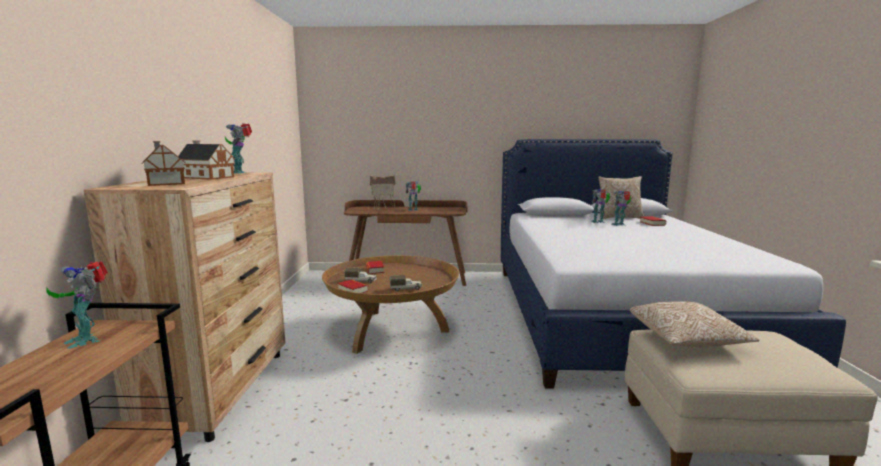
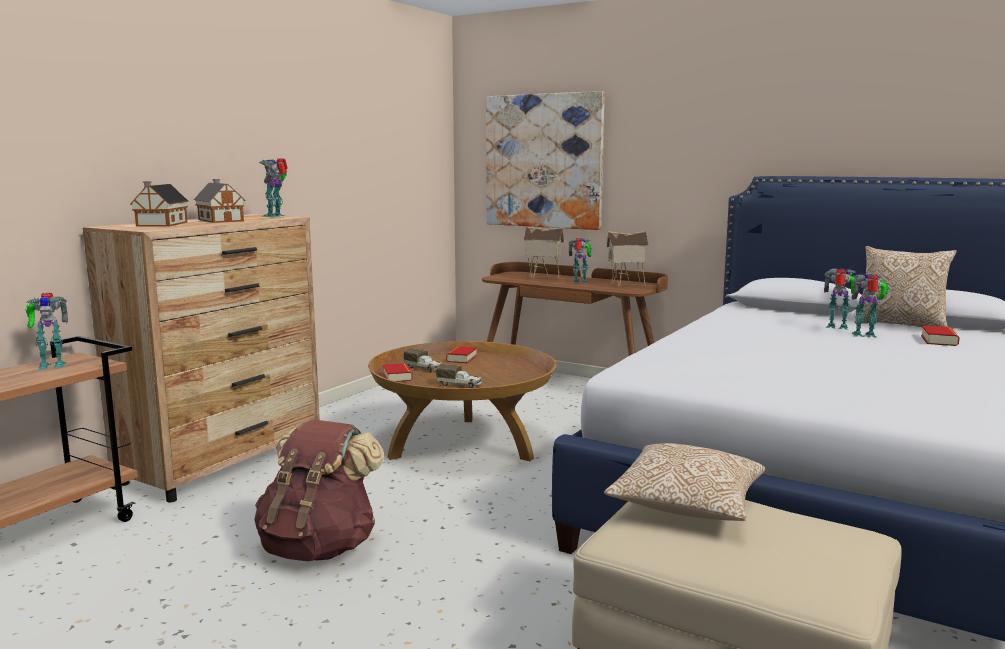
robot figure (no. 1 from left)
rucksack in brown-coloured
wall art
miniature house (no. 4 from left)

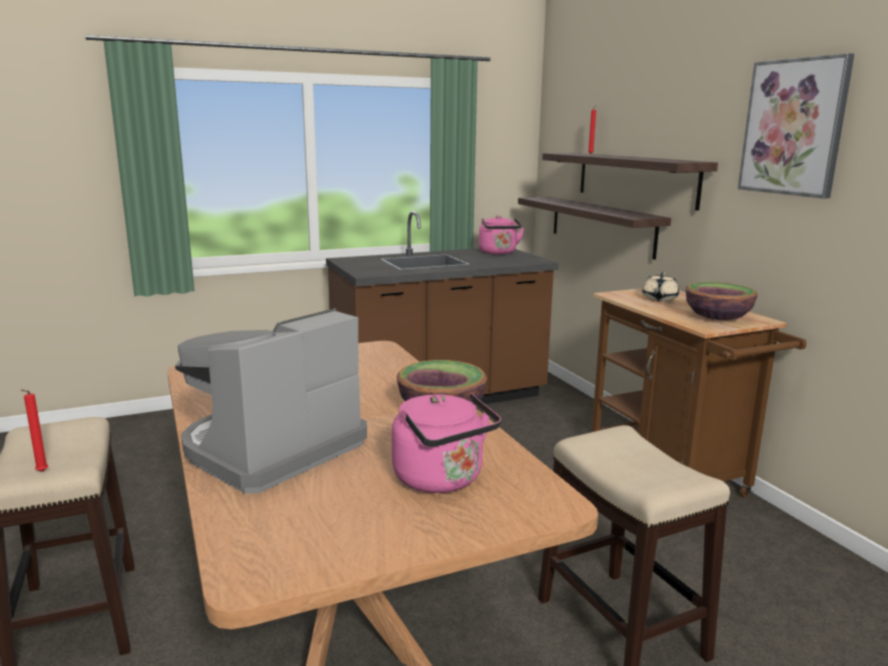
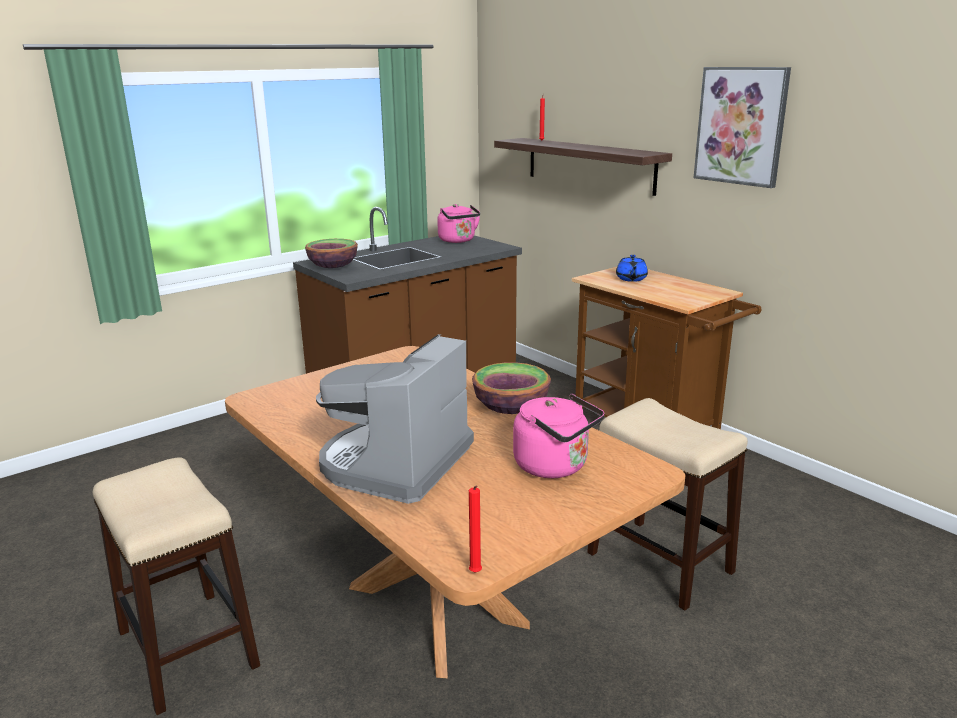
serving bowl (no. 1 from left)
wax candle in reddish (no. 1 from left)
teapot in blue
wall shelf (no. 1 from left in the first image)

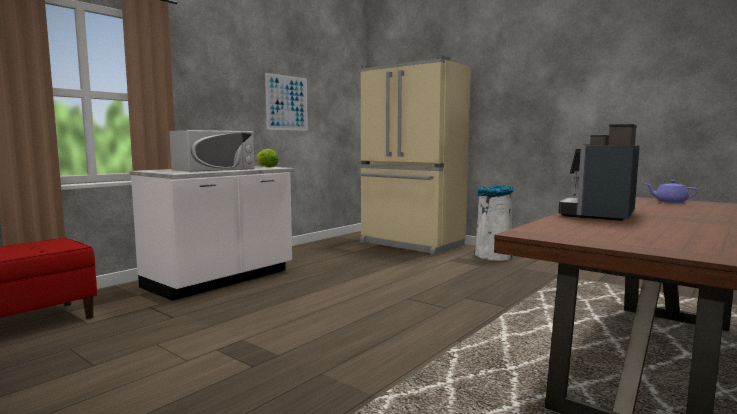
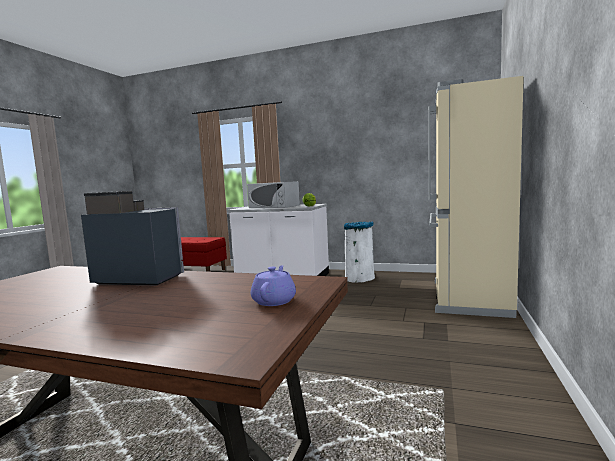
trash can in white-coloured
wall art

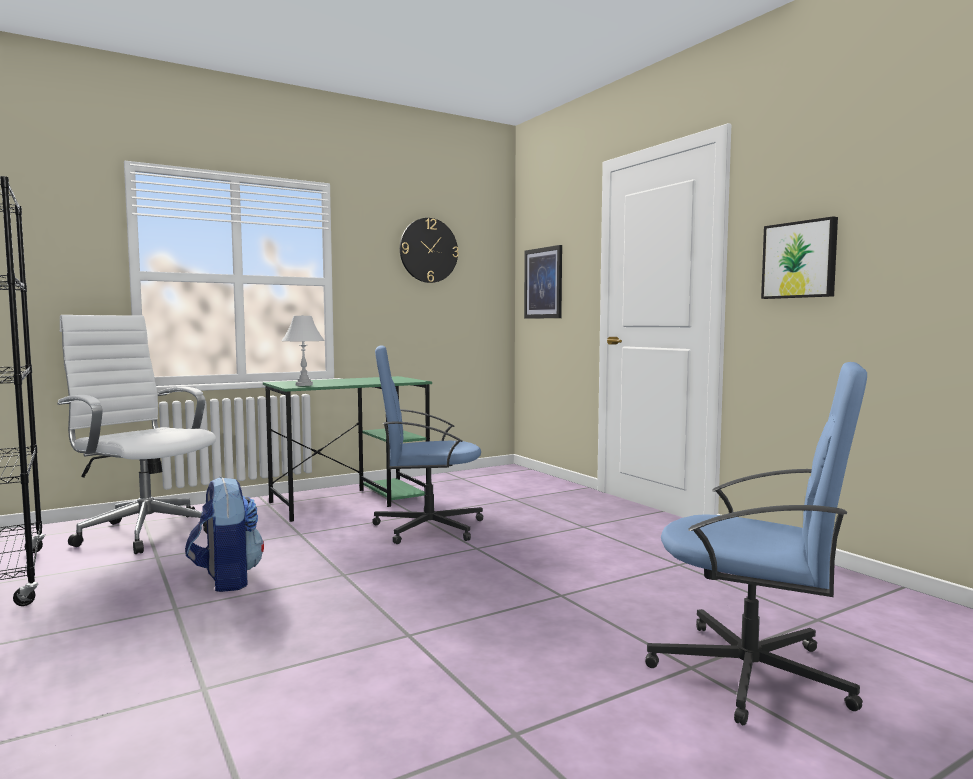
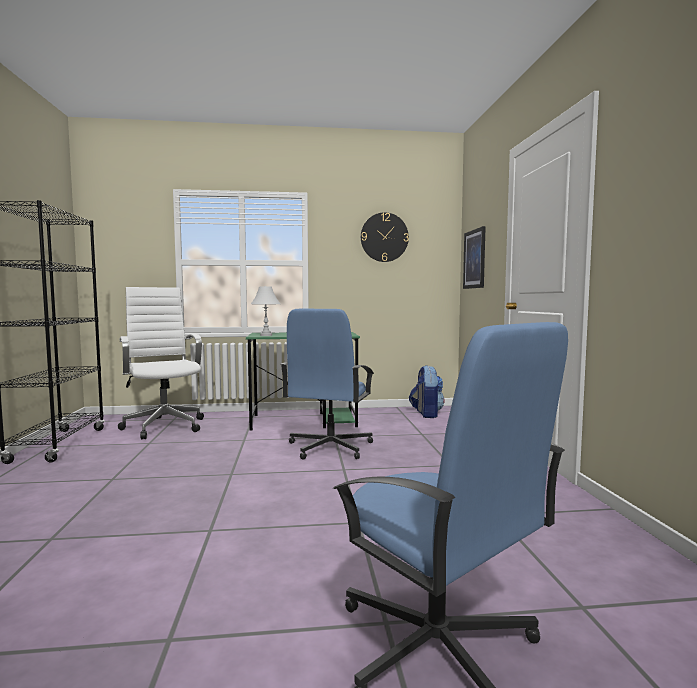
computer chair in blue (no. 1 from left)
rucksack
wall art (no. 2 from left in the first image)

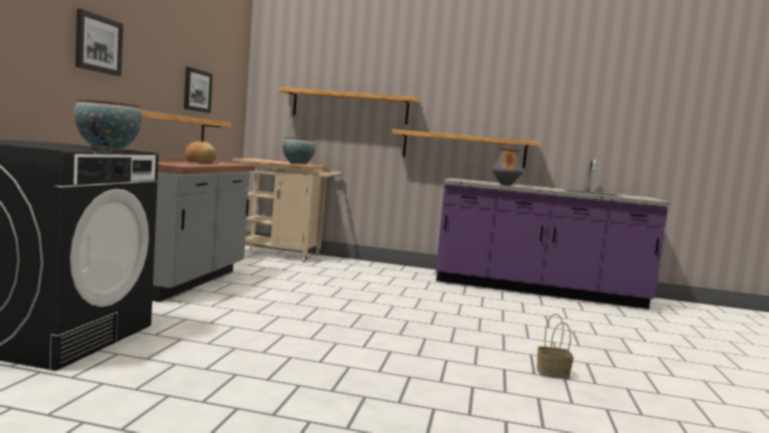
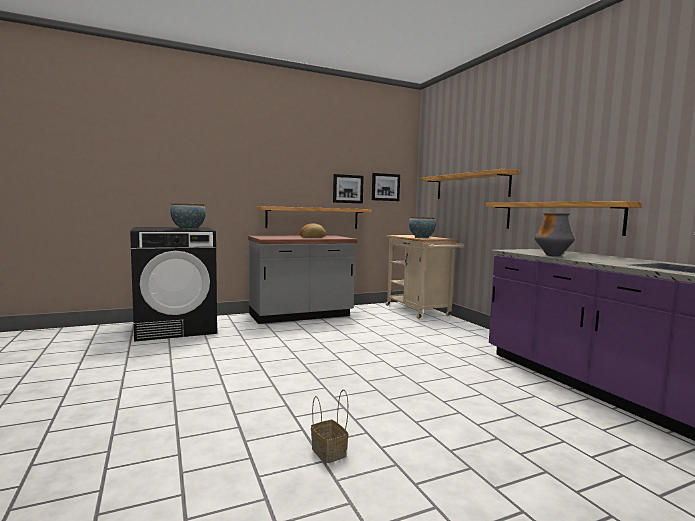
wall art (no. 2 from left)

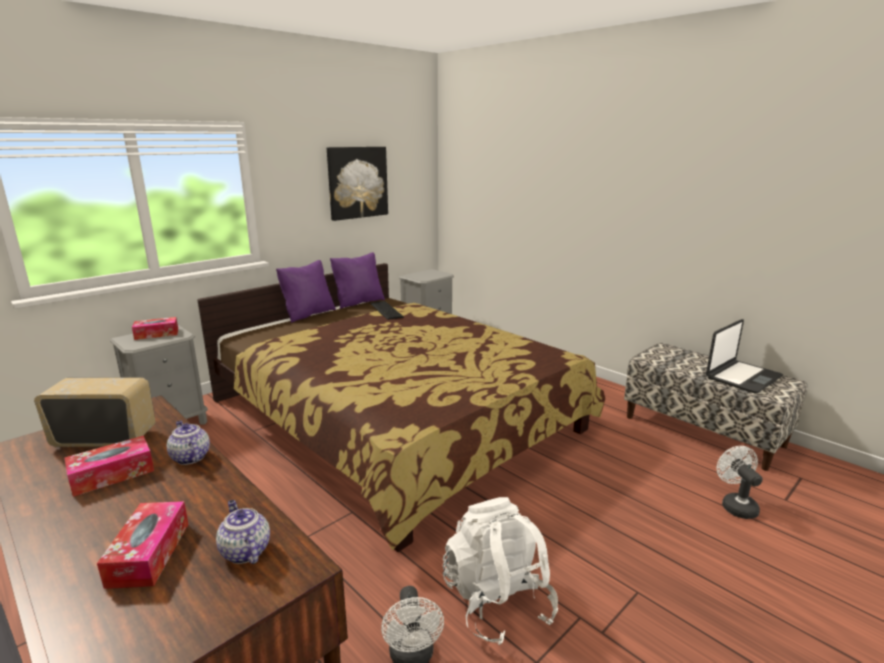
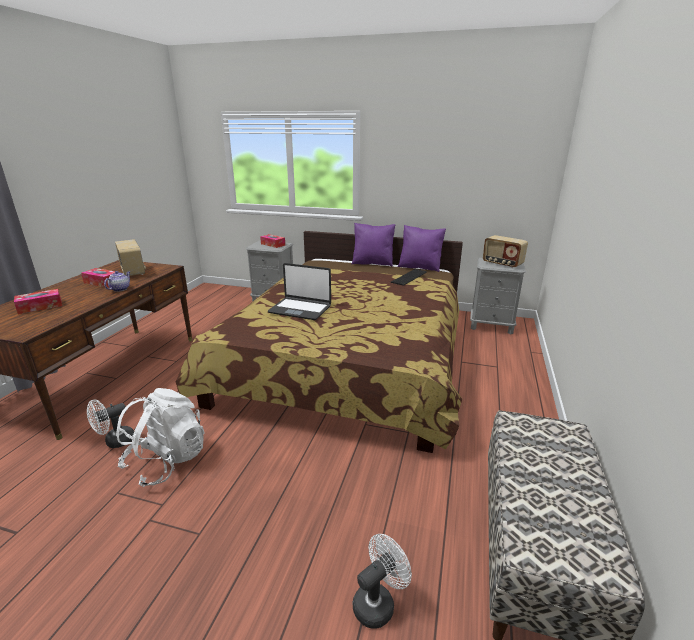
laptop
radio (no. 2 from left)
teapot (no. 2 from left in the first image)
wall art

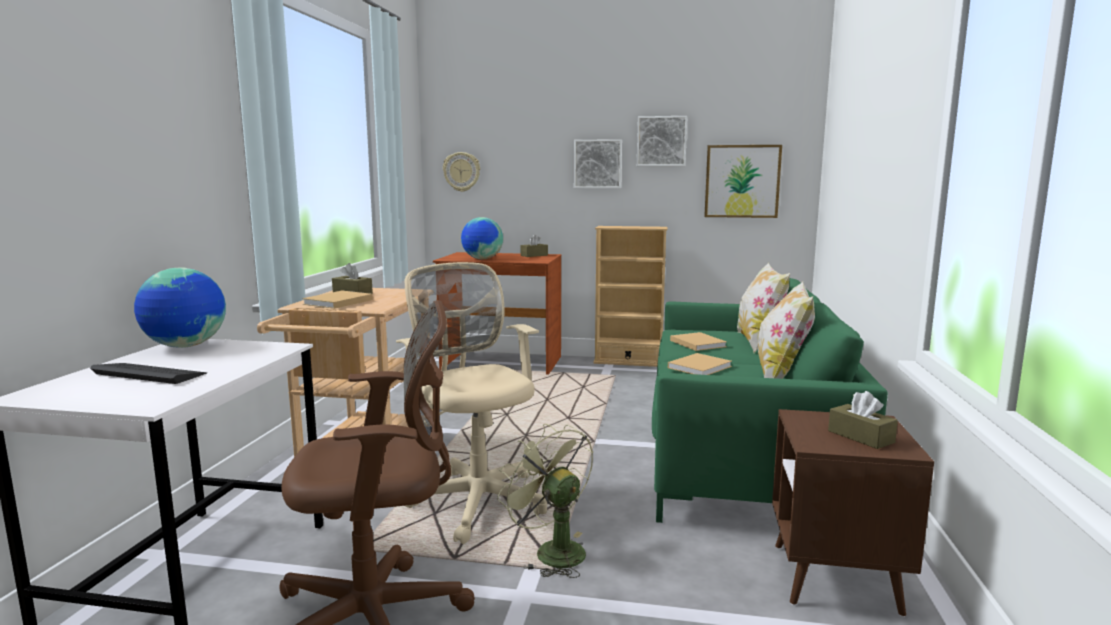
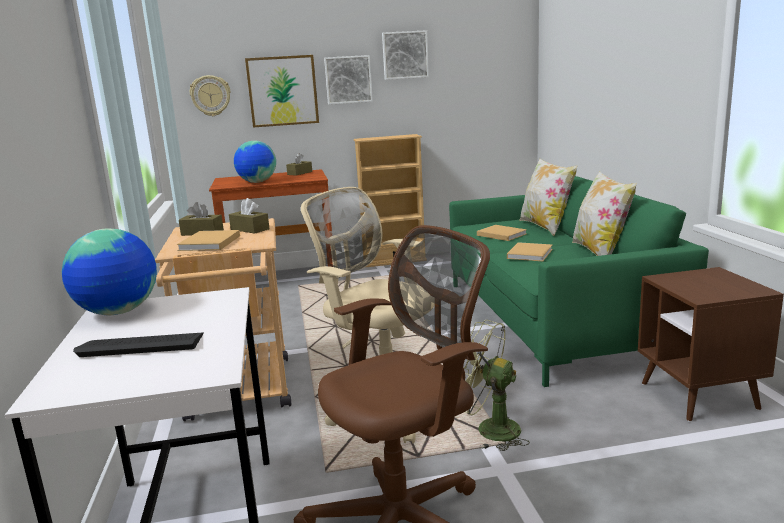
tissue box in brown-coloured (no. 2 from left)
wall art (no. 1 from left)

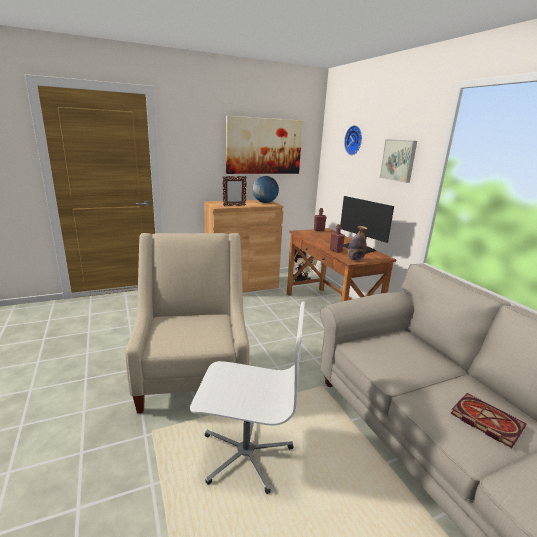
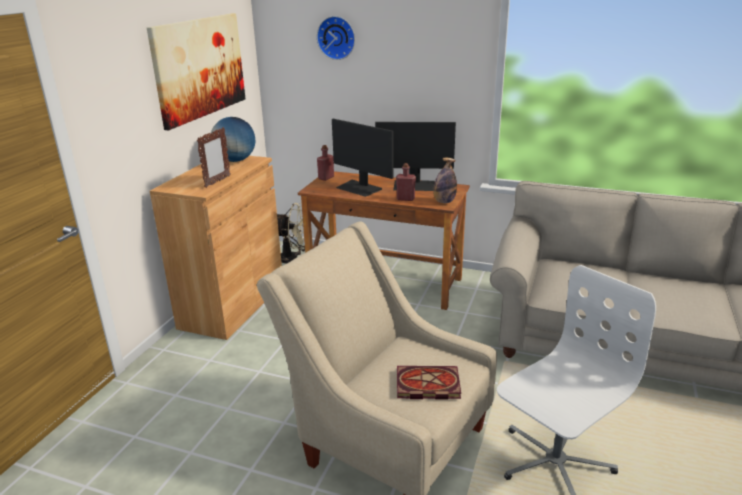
monitor (no. 1 from left)
book
wall art (no. 2 from left in the first image)

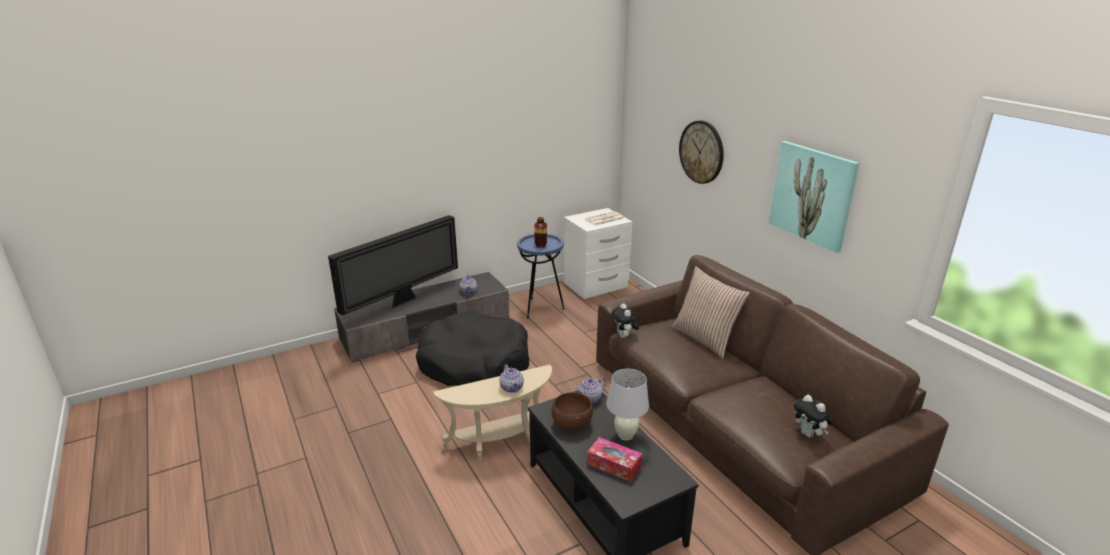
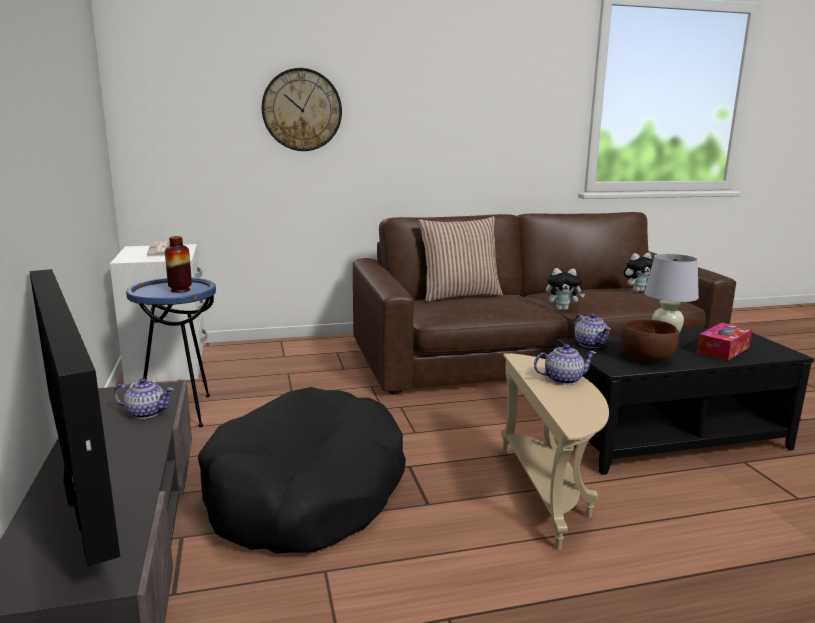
plush toy (no. 1 from left)
wall art

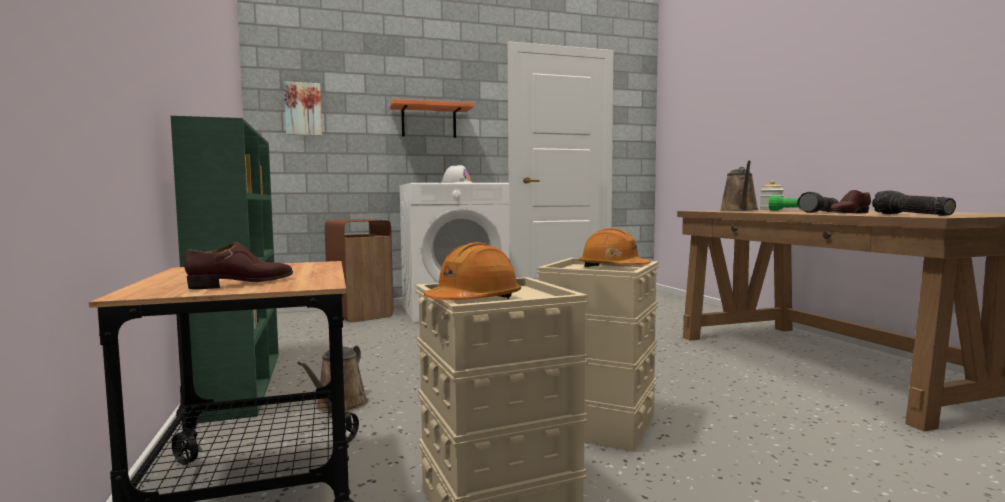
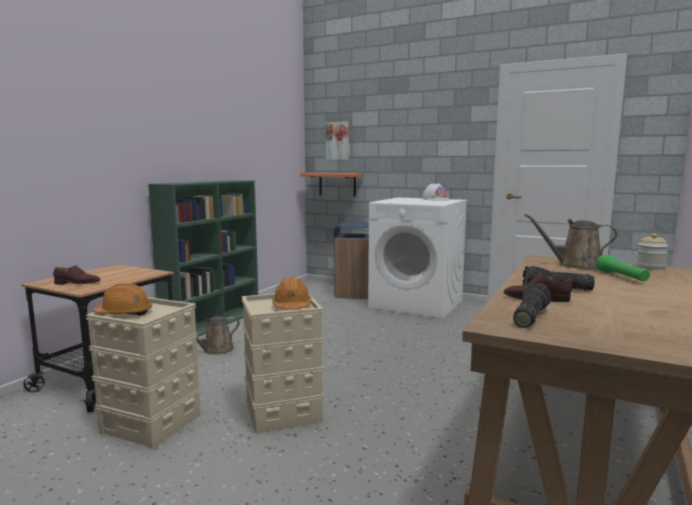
wall shelf in orangey
trash can in blue
watering can in brown-coloured (no. 2 from left)

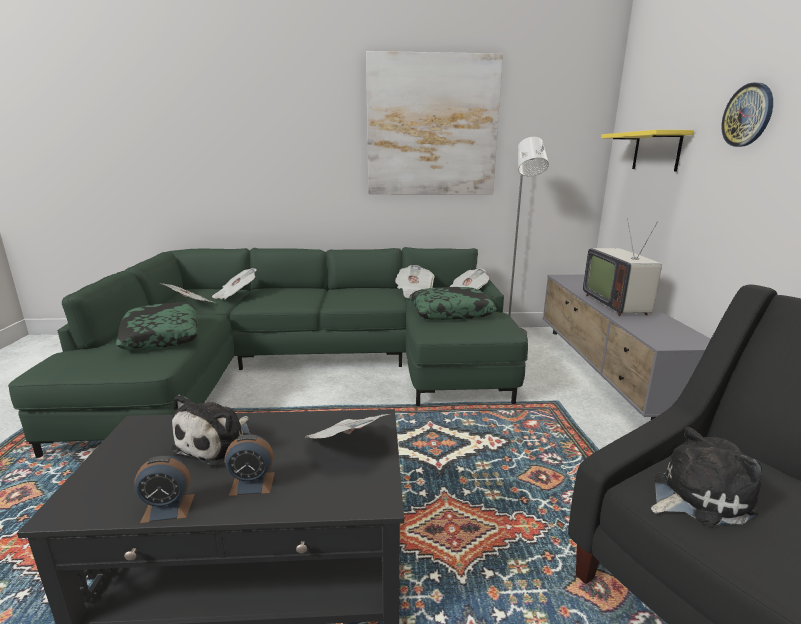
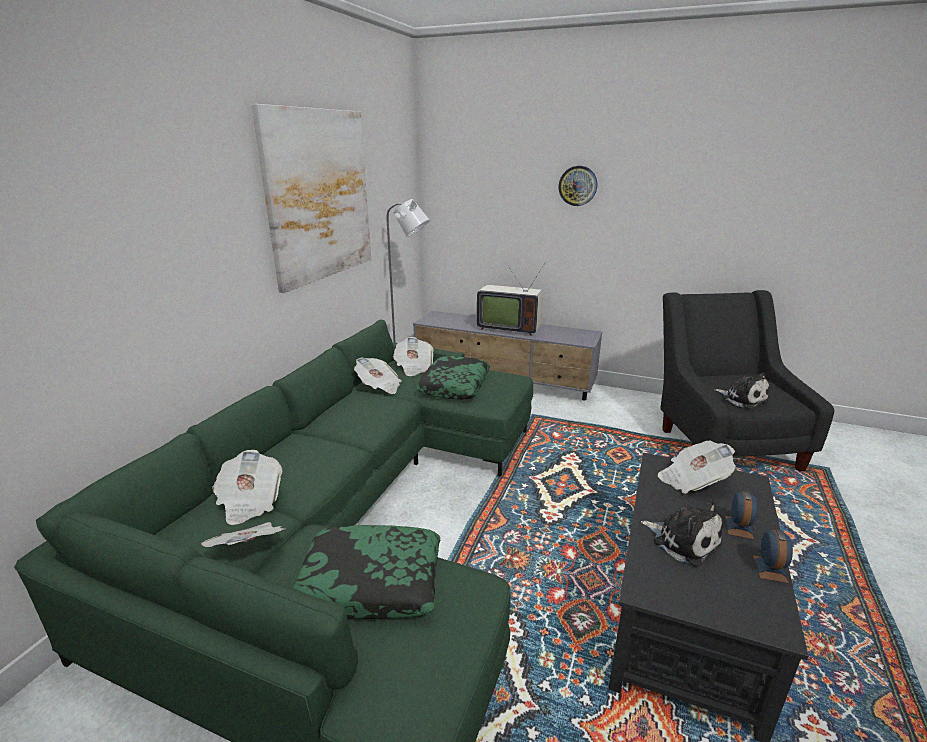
plush toy (no. 2 from left)
wall shelf in yellow

